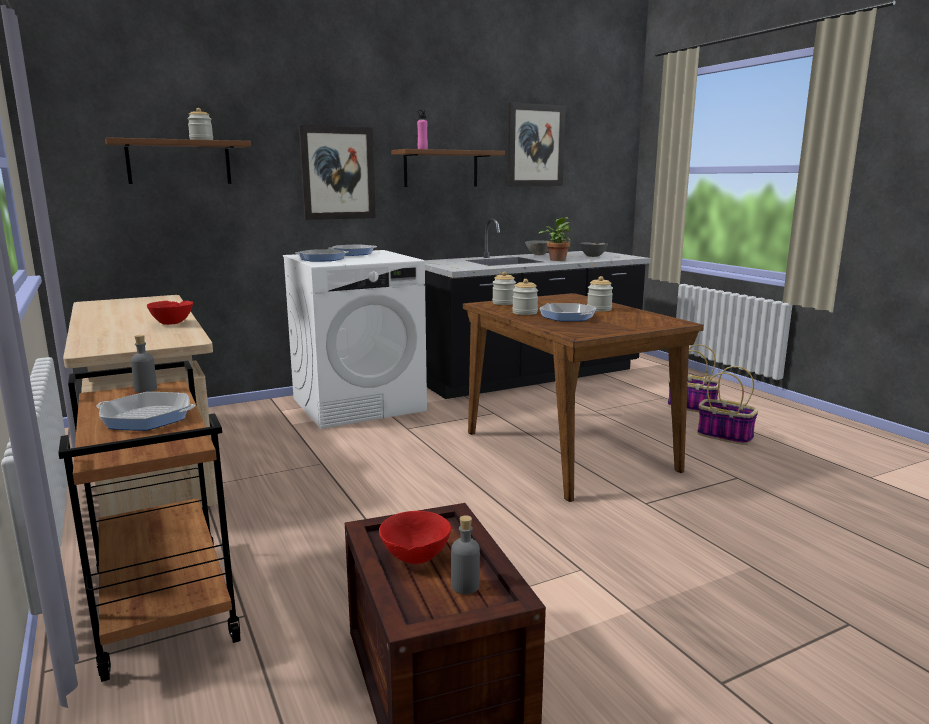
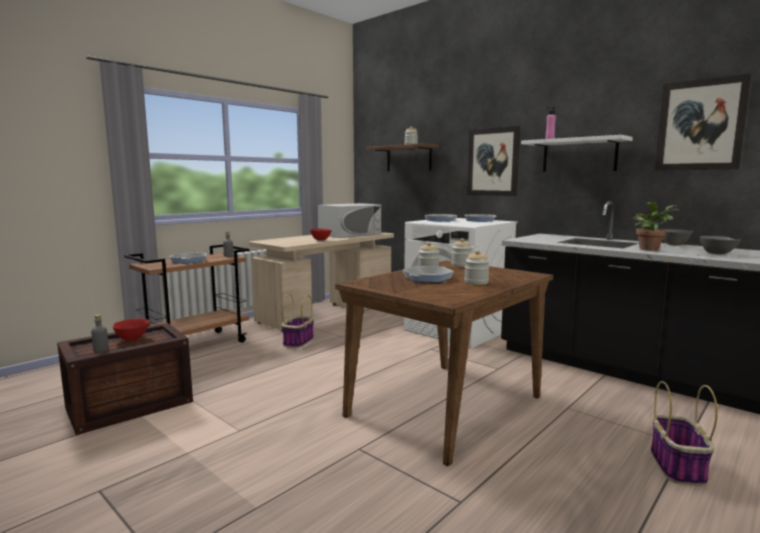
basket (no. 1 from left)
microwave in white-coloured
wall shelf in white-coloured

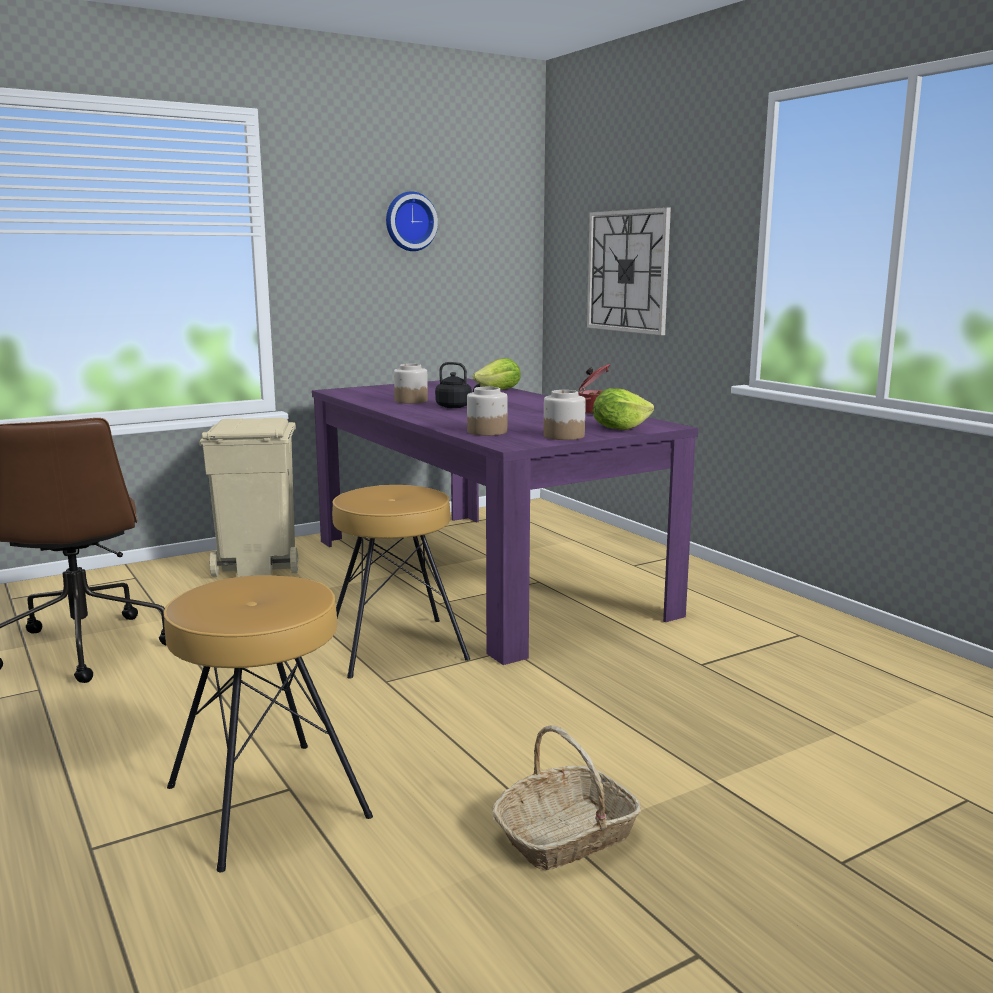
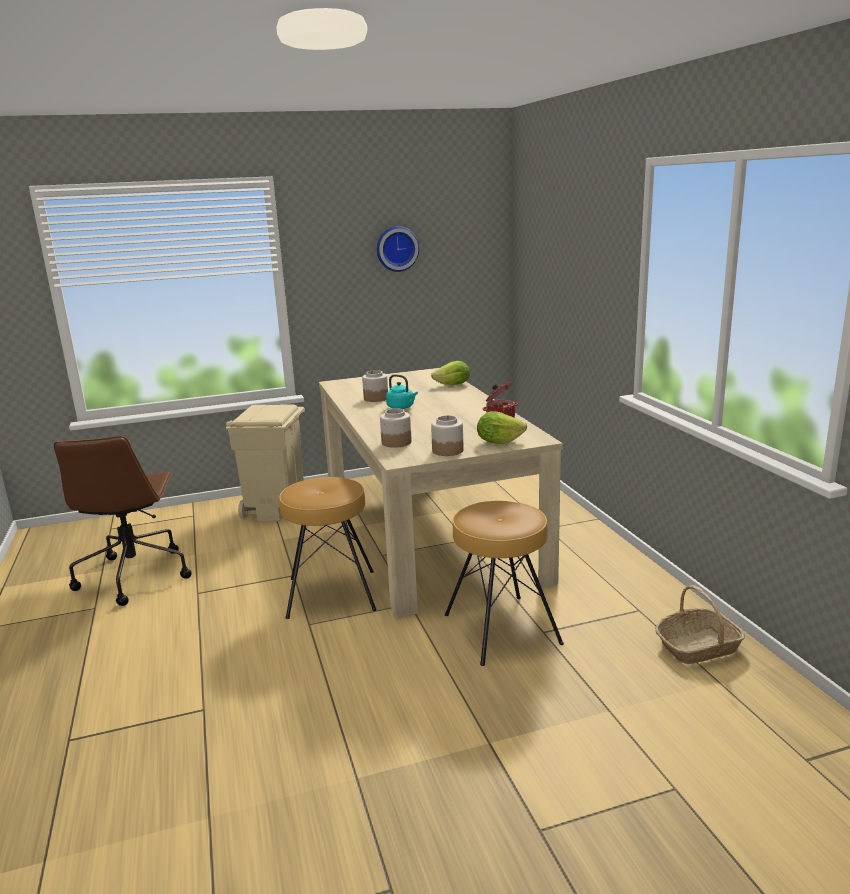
dining table in beige-coloured
kettle in turquoise-coloured
sitting stool in brown-coloured (no. 2 from left)
basket
wall clock (no. 2 from left in the first image)

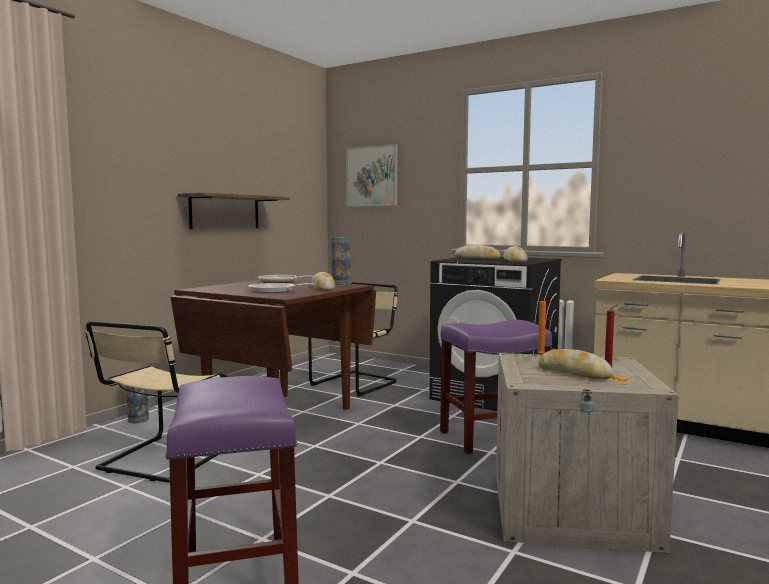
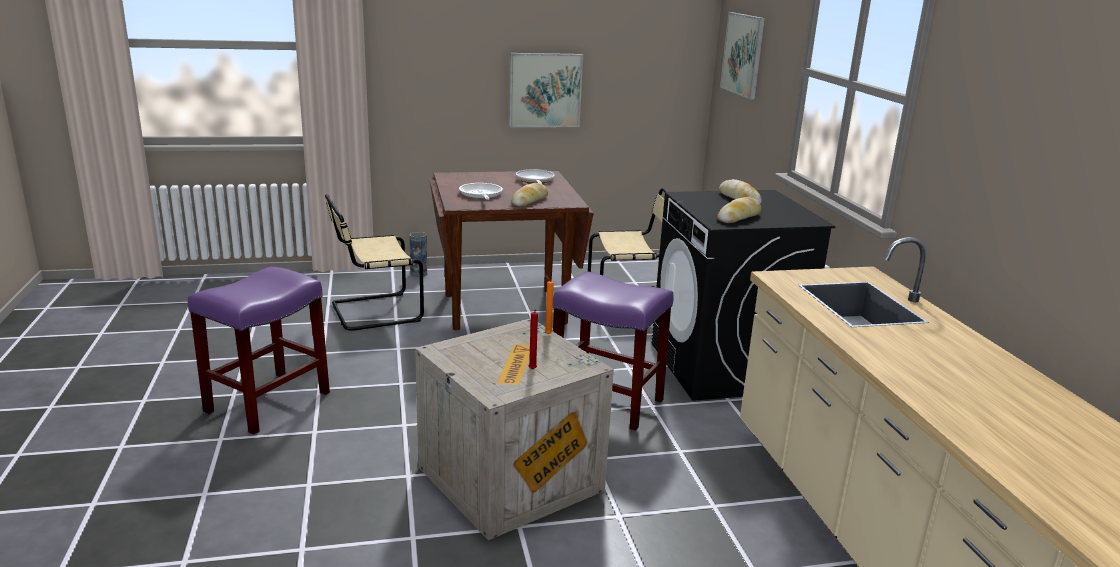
wall art (no. 1 from left)
flower vase (no. 2 from left in the first image)
bakery bread (no. 4 from left in the first image)

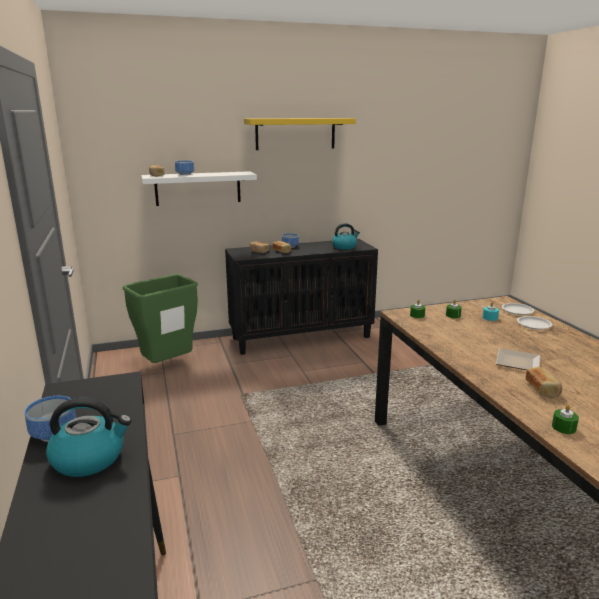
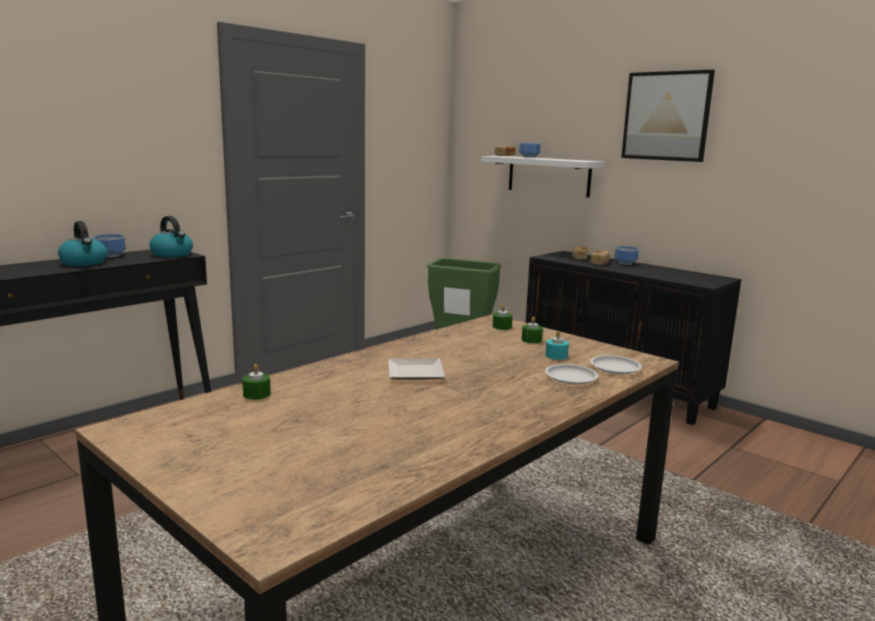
kettle (no. 2 from left)
wall art
bakery bread (no. 4 from left in the first image)

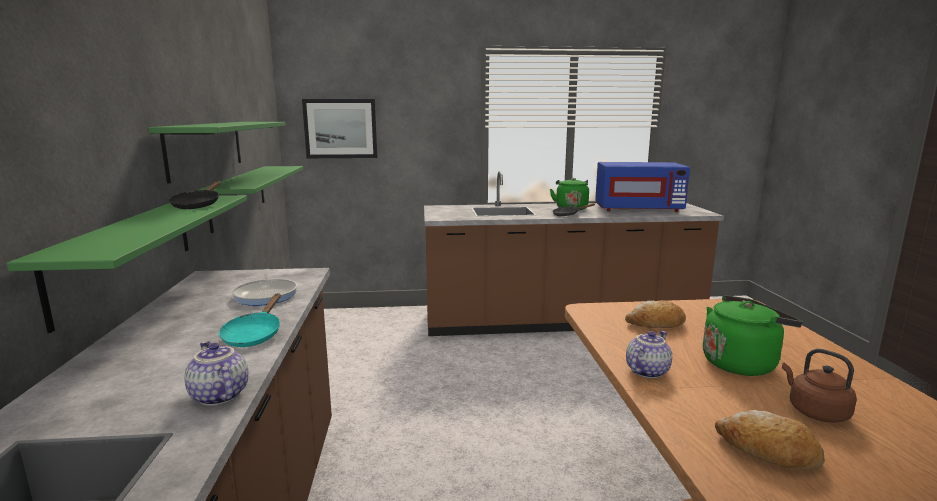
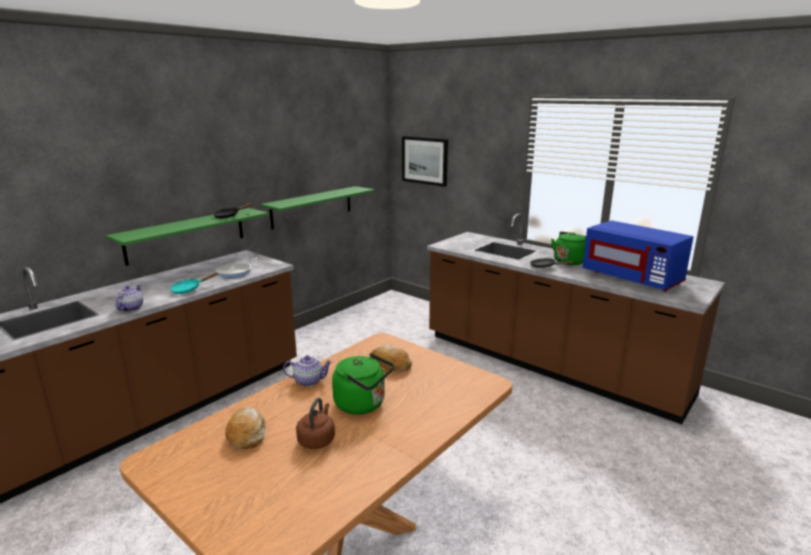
wall shelf in greenish (no. 2 from left in the first image)

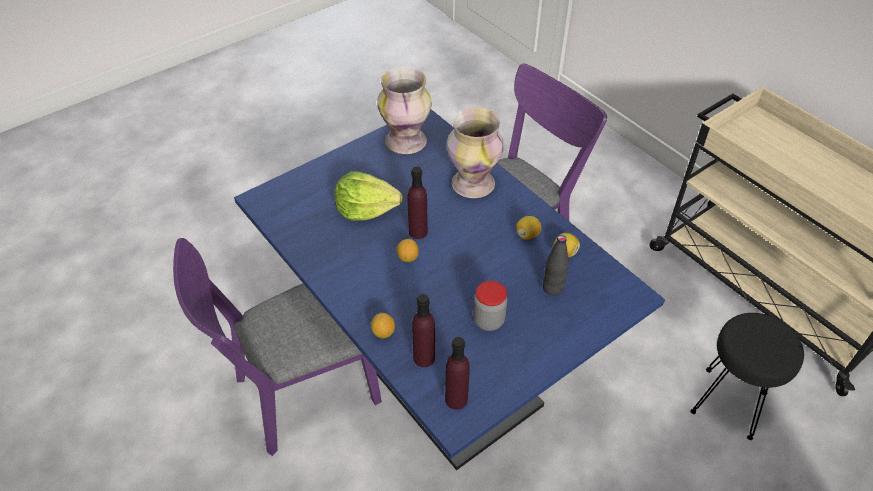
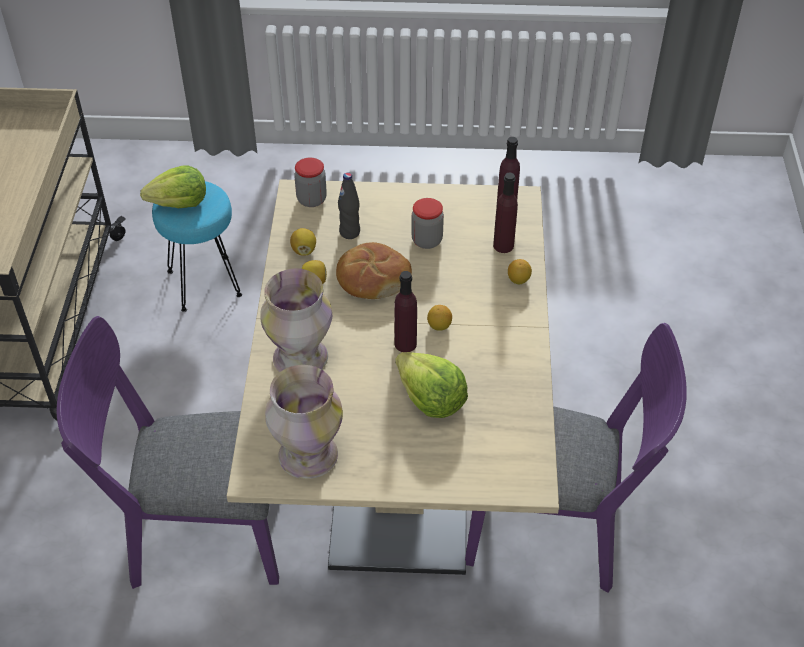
lettuce (no. 1 from left)
sitting stool in turquoise-coloured
dining table in beige-coloured
storage jar (no. 1 from left)
bakery bread

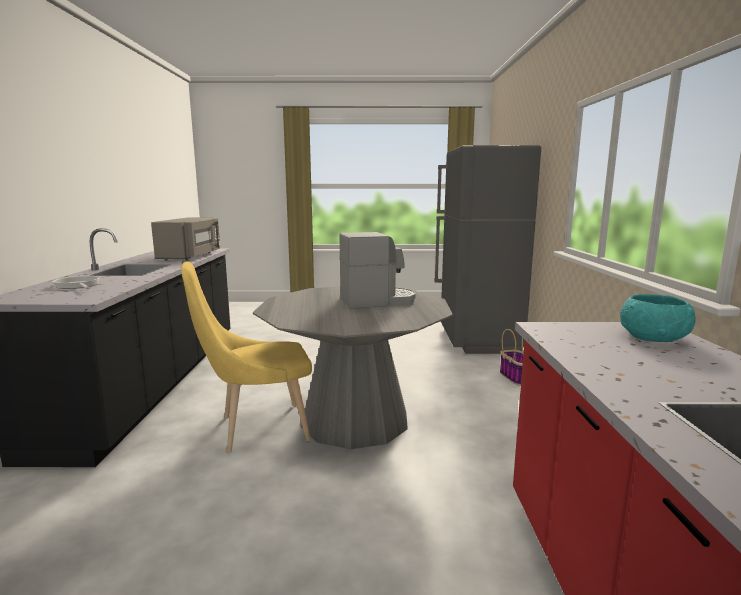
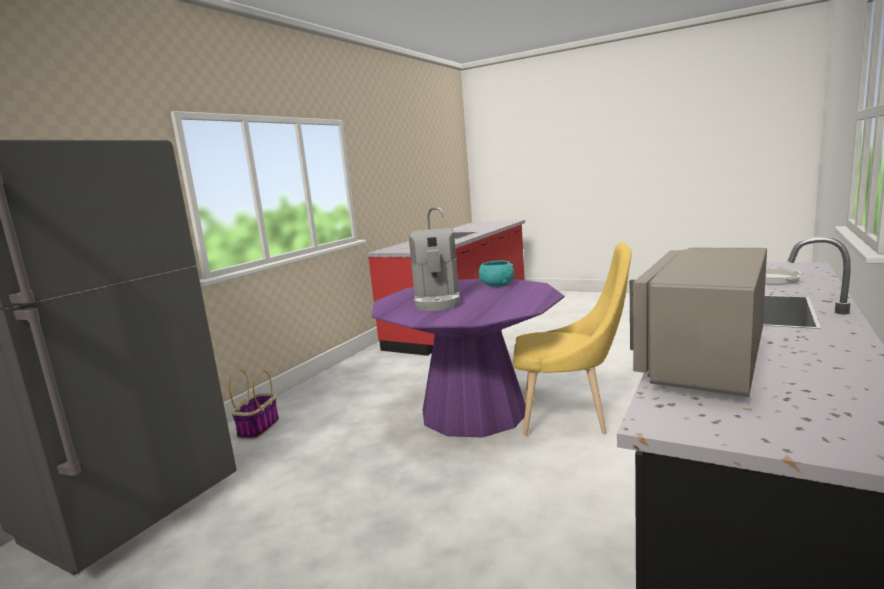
dining table in purple-coloured
coffee maker
serving bowl in turquoise-coloured

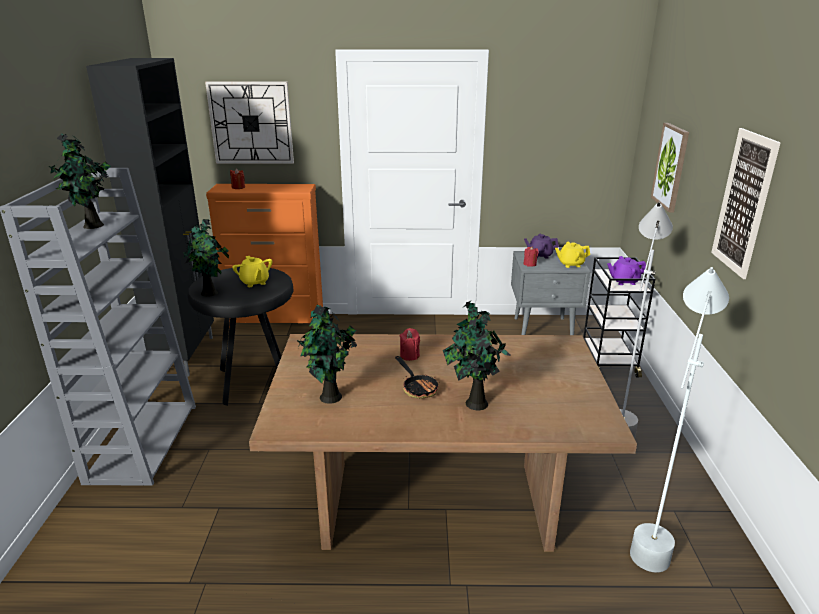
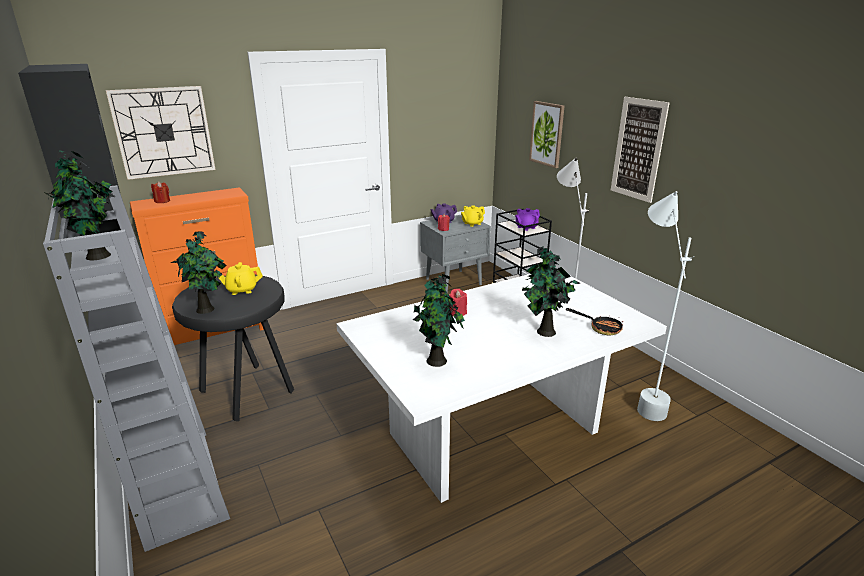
teapot in yellow (no. 1 from left)
dining table in white-coloured
frying pan

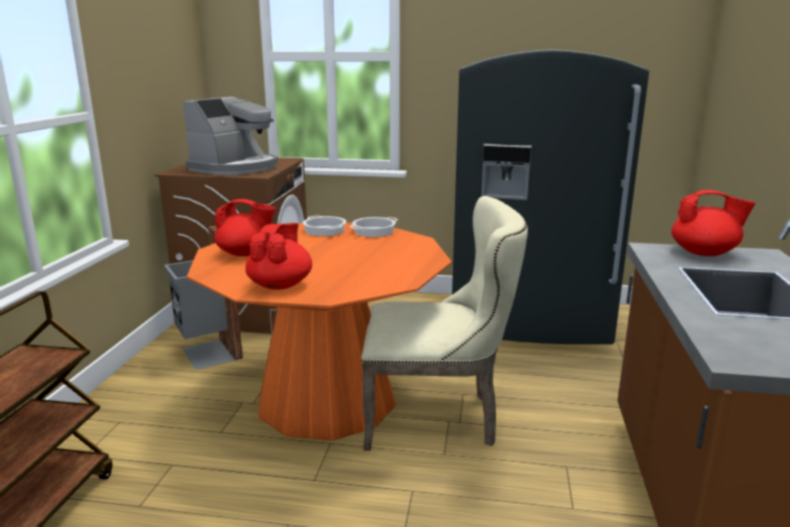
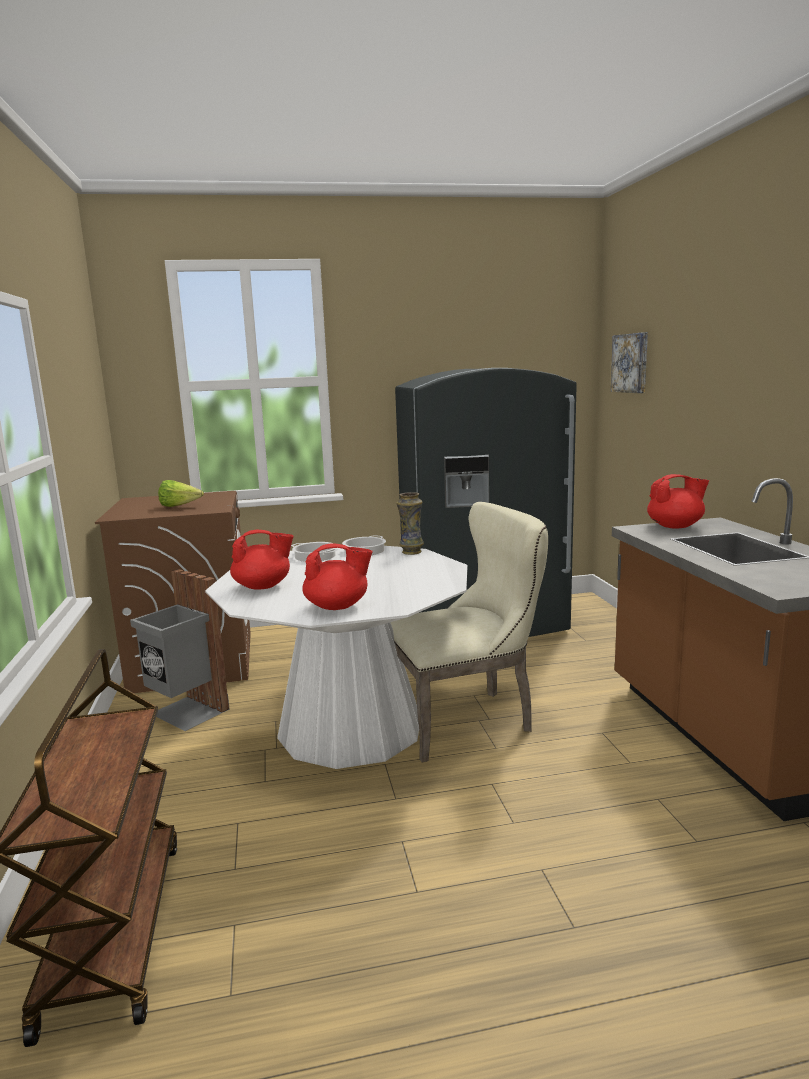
lettuce
dining table in white-coloured
teapot in reddish (no. 2 from left)
flower vase
wall art

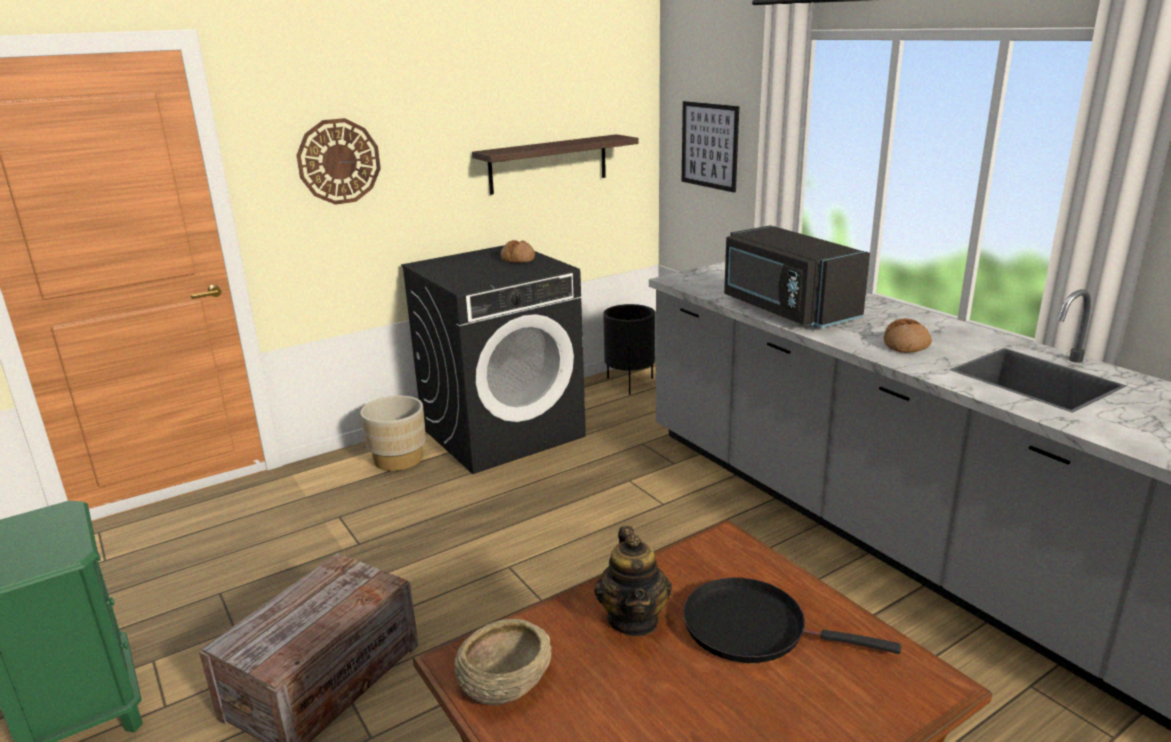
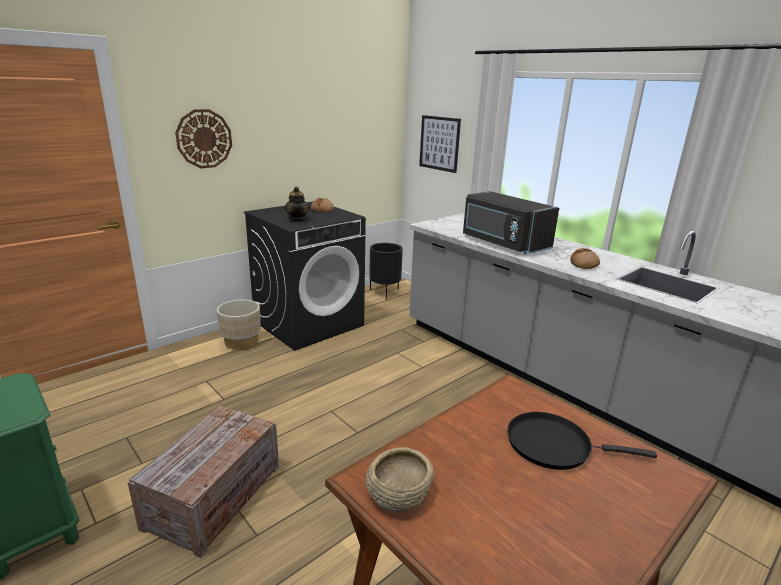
teapot
wall shelf

